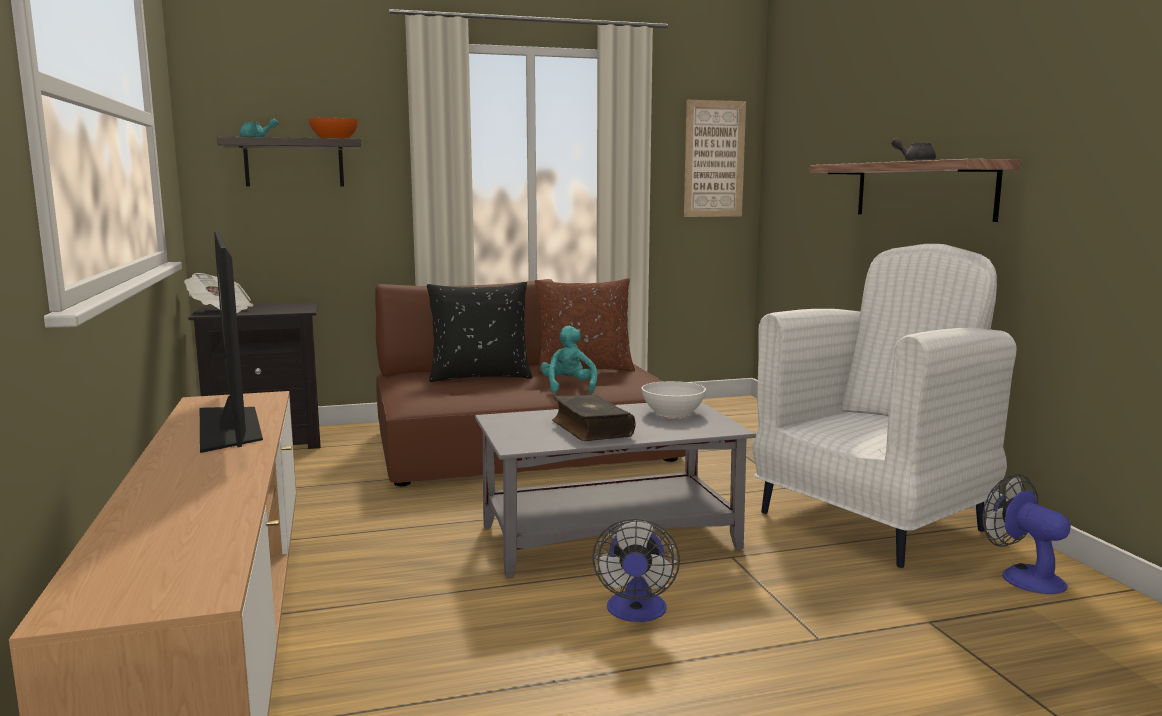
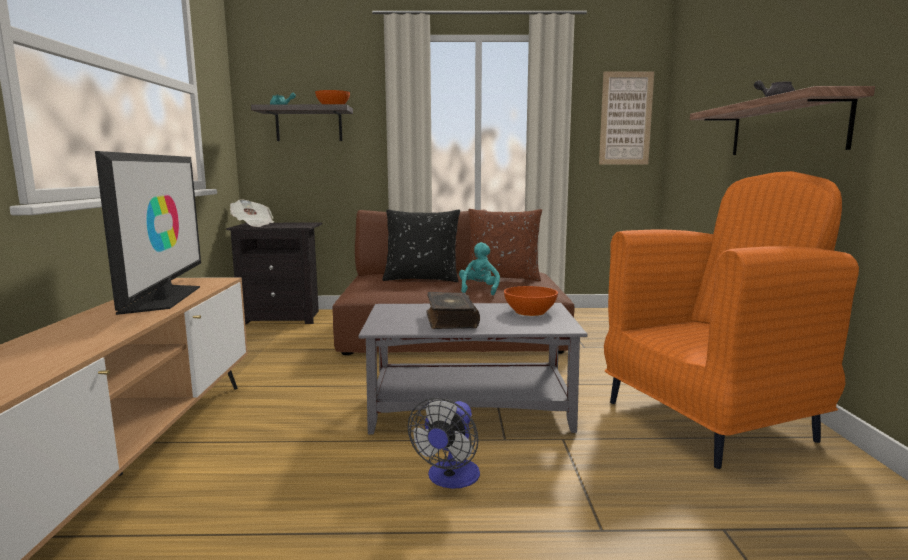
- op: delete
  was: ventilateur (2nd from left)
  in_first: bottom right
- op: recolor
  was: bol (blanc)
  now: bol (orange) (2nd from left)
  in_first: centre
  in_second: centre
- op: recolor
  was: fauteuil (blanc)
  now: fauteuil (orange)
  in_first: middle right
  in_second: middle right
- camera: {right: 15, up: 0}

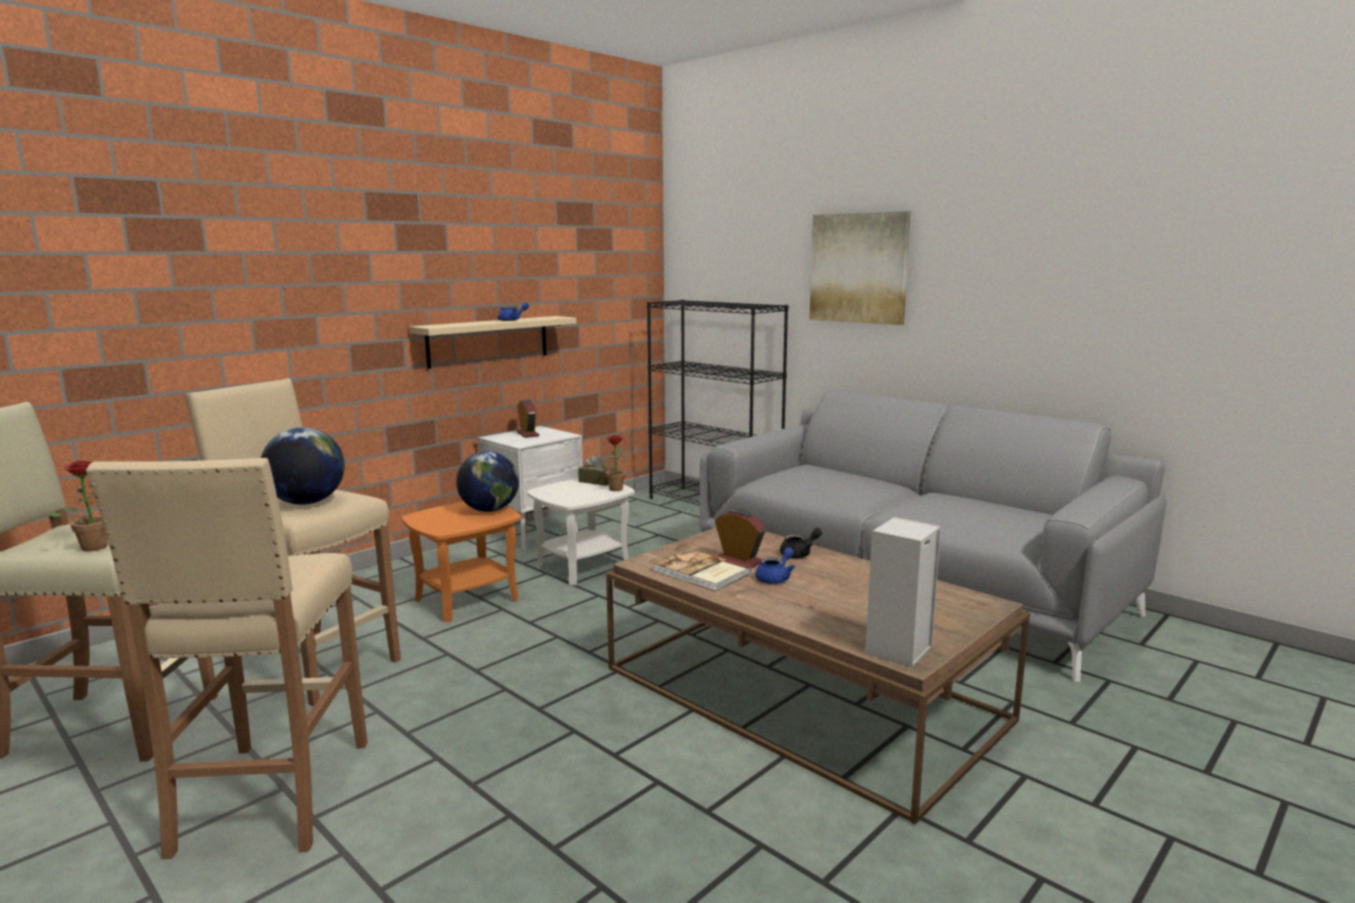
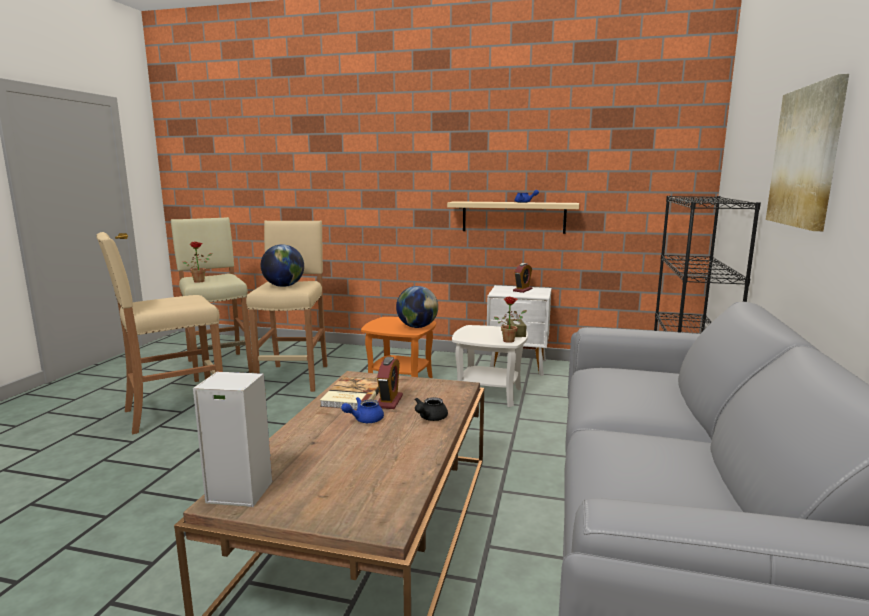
- op: rotate
  was: théière (bleu) (2nd from left in the first image)
  in_first: centre
  in_second: centre
  clockwise: 135
- op: rotate
  was: théière (noir)
  in_first: centre
  in_second: centre
  clockwise: 90
- camera: {right: 60, up: 0}

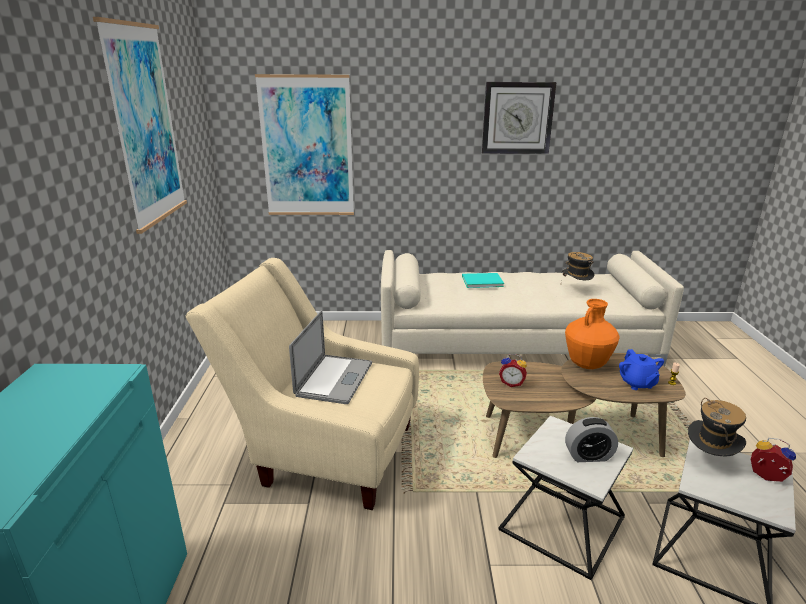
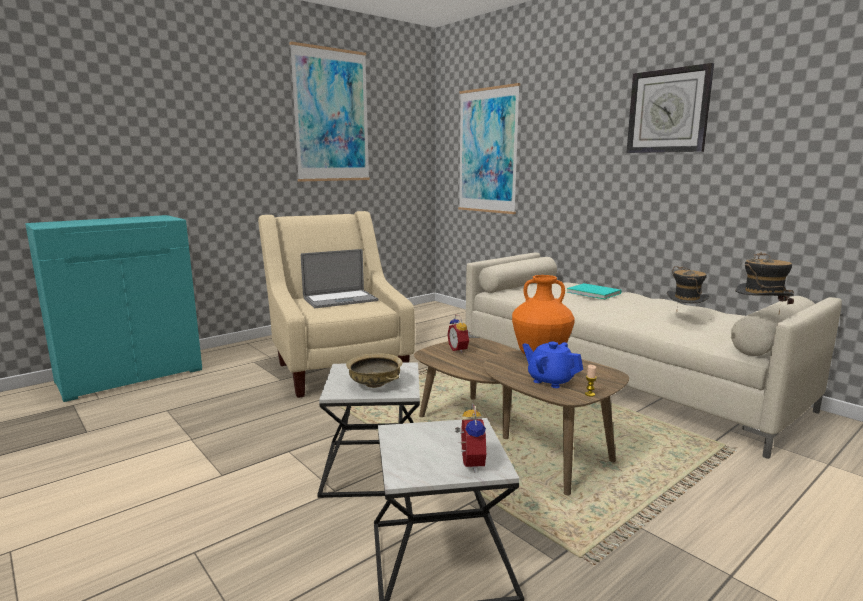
- op: move
  was: chapeau (2nd from left)
  in_first: bottom right
  in_second: middle right
- op: replace
  was: réveil (2nd from left)
  now: bol (beige)
  in_first: bottom right
  in_second: centre
- op: rotate
  was: théière (bleu)
  in_first: middle right
  in_second: centre
  clockwise: 90
- camera: {right: 50, up: -10}

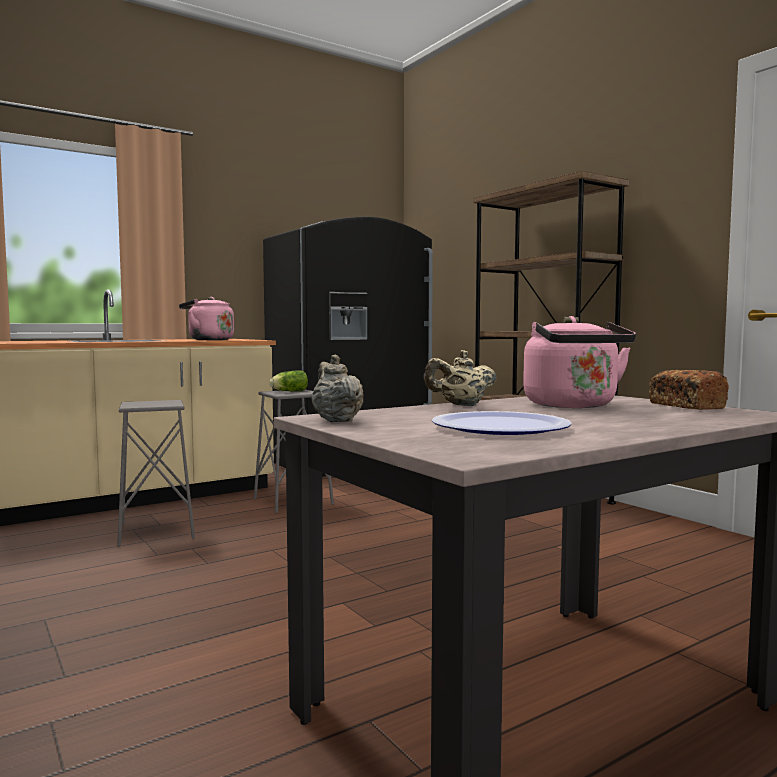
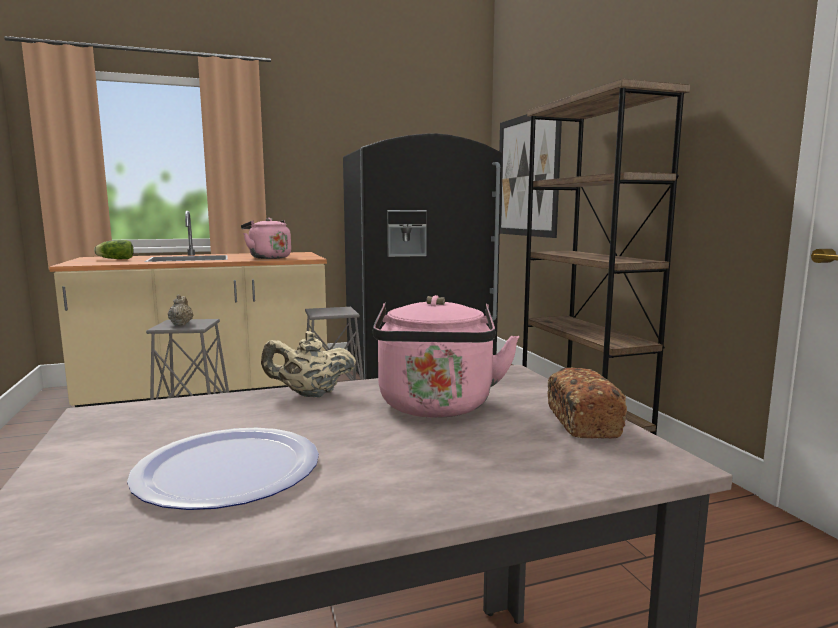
- op: insert
  now: tableau
  in_second: top centre
- op: move
  was: laitue
  in_first: centre
  in_second: middle left
- op: move
  was: théière (beige) (1st from left)
  in_first: centre
  in_second: middle left
- camera: {right: 15, up: 5}

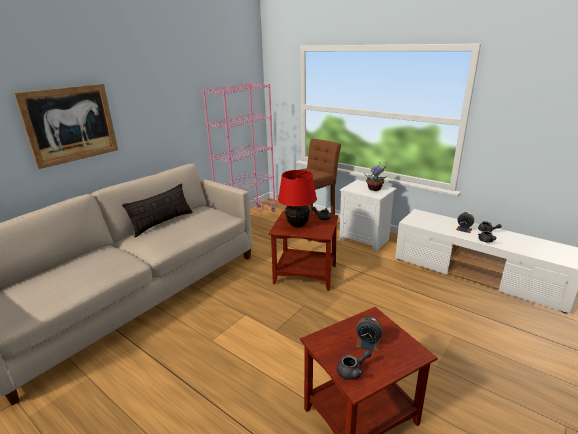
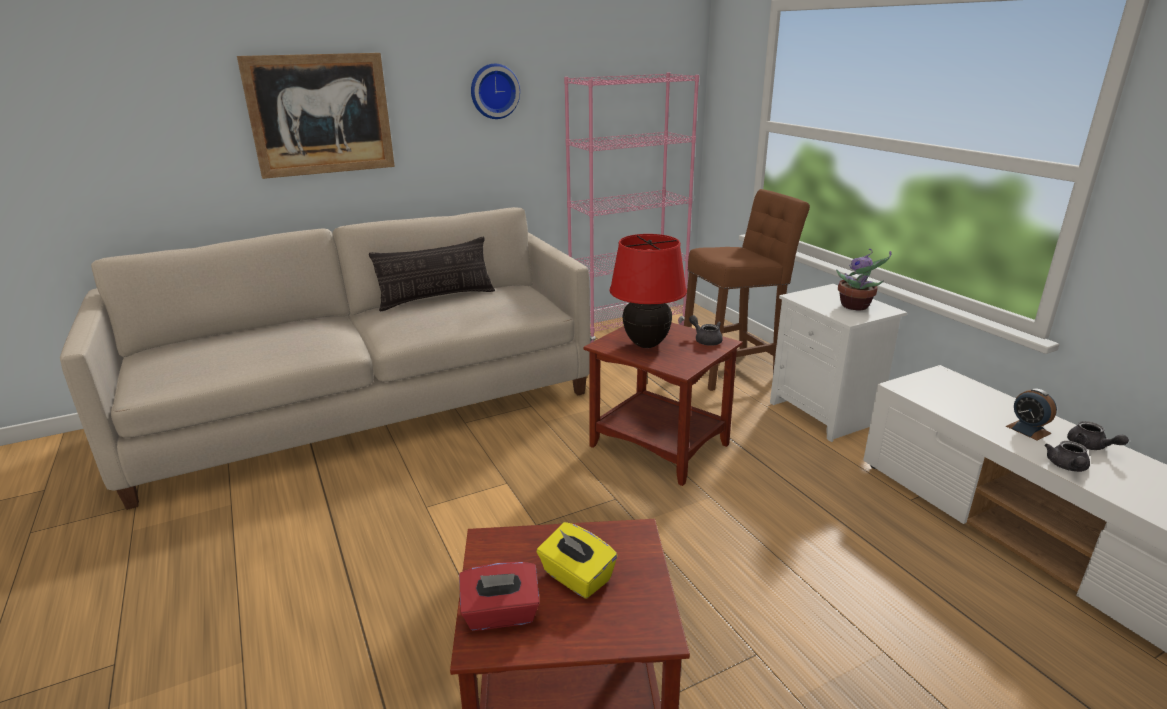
- op: insert
  now: horloge murale
  in_second: top centre
- op: replace
  was: théière (gris) (2nd from left)
  now: boîte à mouchoirs (rouge)
  in_first: bottom centre
  in_second: bottom centre
- op: replace
  was: réveil (1st from left)
  now: boîte à mouchoirs (jaune)
  in_first: bottom centre
  in_second: bottom centre
- camera: {right: 25, up: 0}

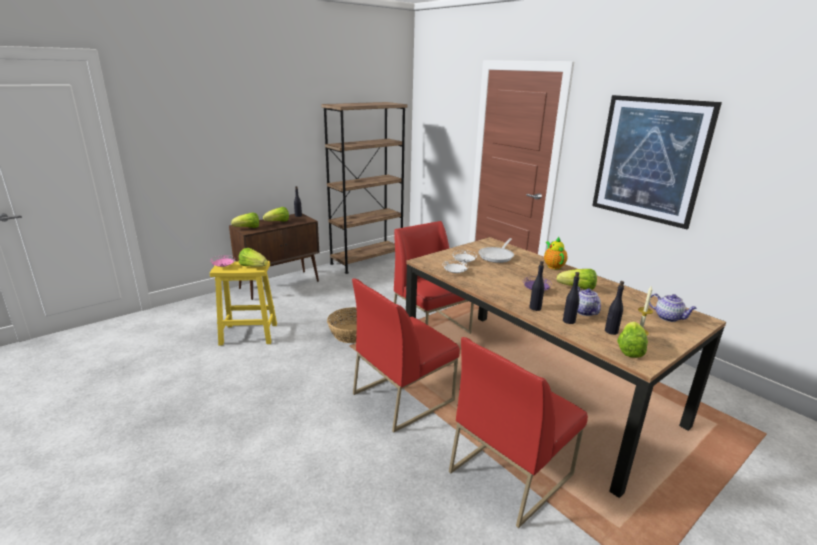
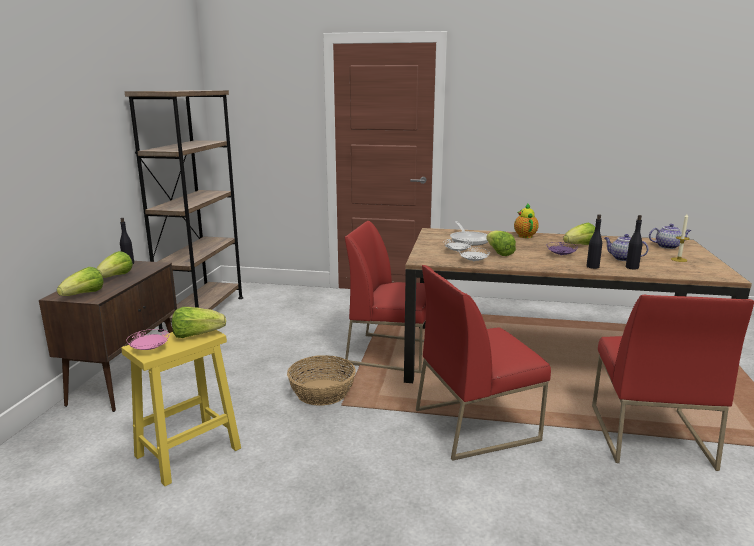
- op: delete
  was: tableau
  in_first: top right
- op: delete
  was: bouteille (noir) (4th from left)
  in_first: middle right
- op: move
  was: laitue (5th from left in the first image)
  now: laitue (4th from left)
  in_first: middle right
  in_second: centre
- op: rotate
  was: chaise (rouge) (1st from left in the first image)
  in_first: centre
  in_second: centre
  clockwise: 60
- op: rotate
  was: théière (1st from left)
  in_first: middle right
  in_second: middle right
  clockwise: 45
- camera: {right: -40, up: -5}

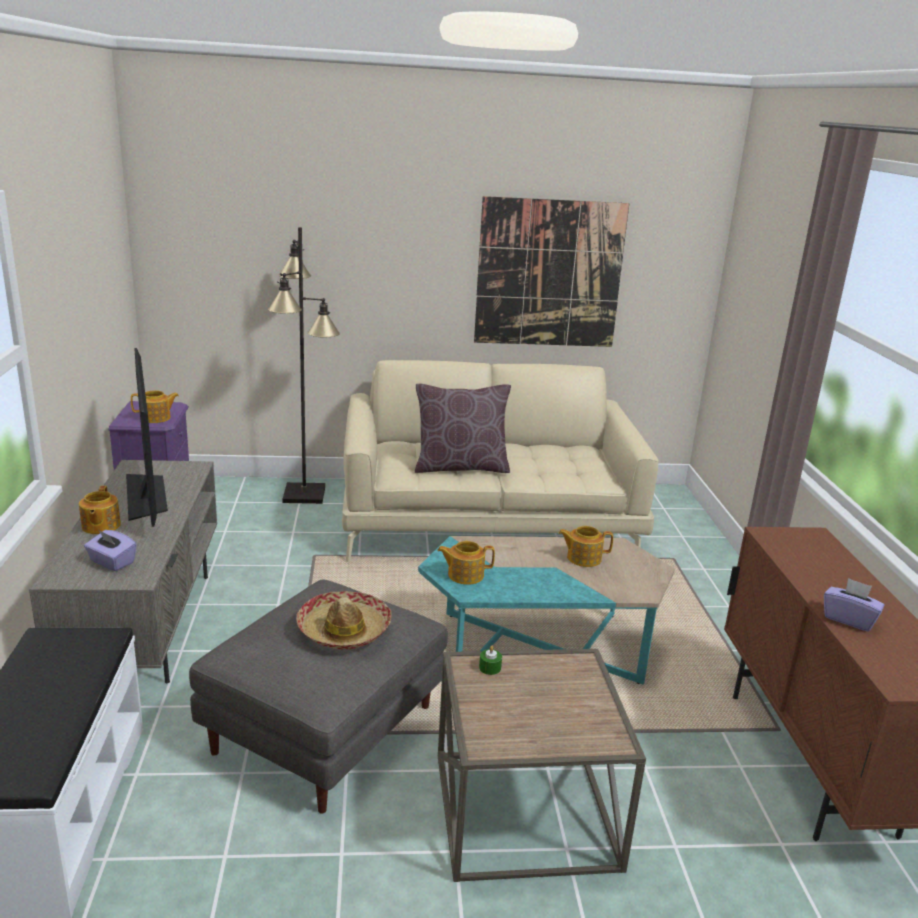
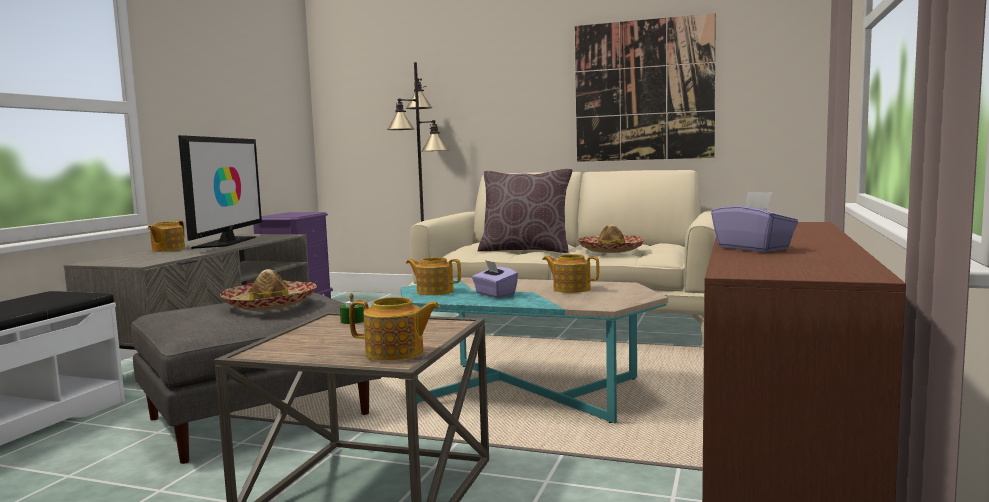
- op: insert
  now: chapeau (2nd from left)
  in_second: centre
- op: move
  was: boîte à mouchoirs (violet) (1st from left)
  in_first: middle left
  in_second: centre
- op: move
  was: théière (2nd from left)
  in_first: middle left
  in_second: centre
- camera: {right: 25, up: -15}

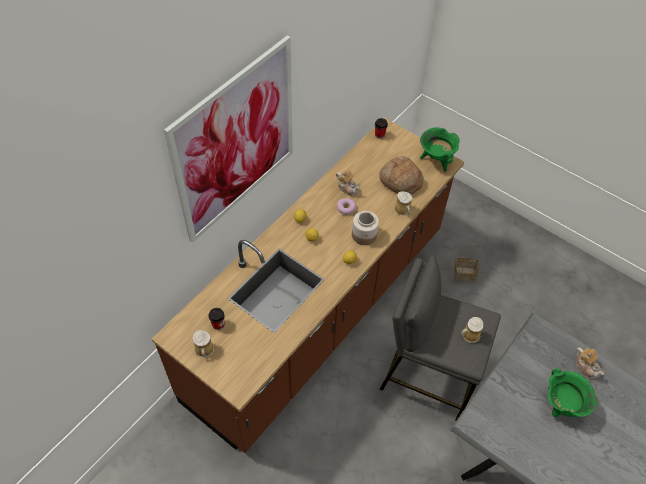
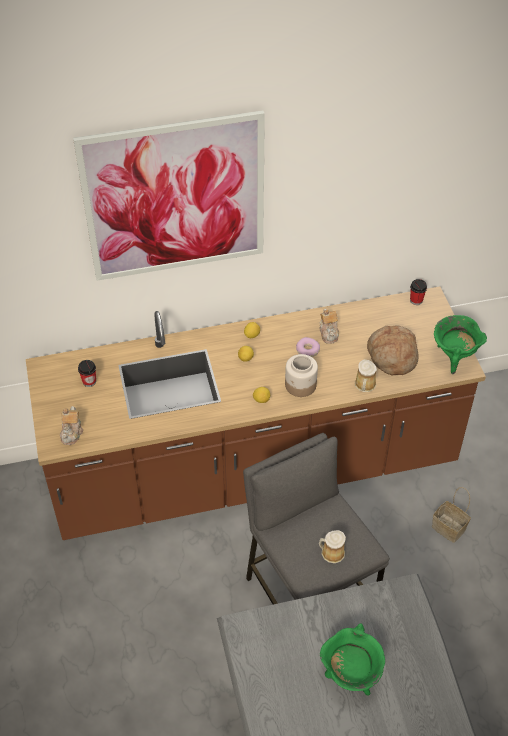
- op: delete
  was: mug (1st from left)
  in_first: bottom left
- op: move
  was: théière (2nd from left in the first image)
  now: théière (1st from left)
  in_first: bottom right
  in_second: middle left
- camera: {right: 40, up: -5}

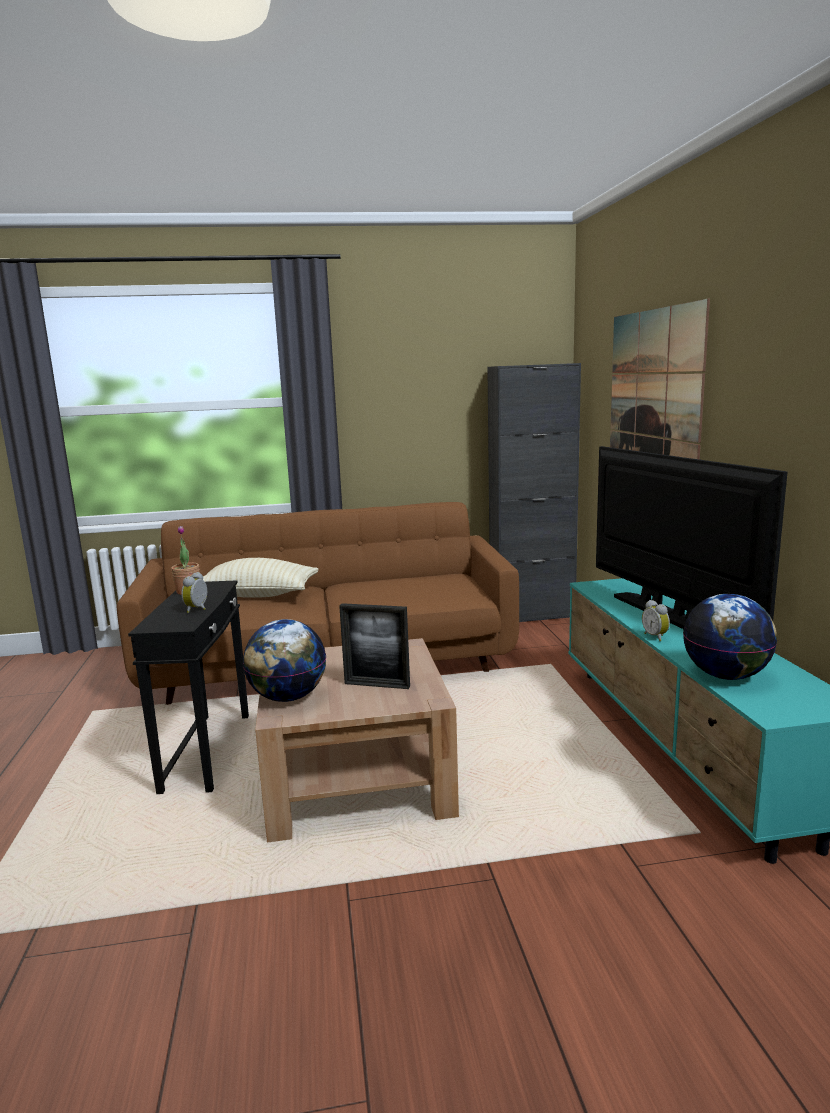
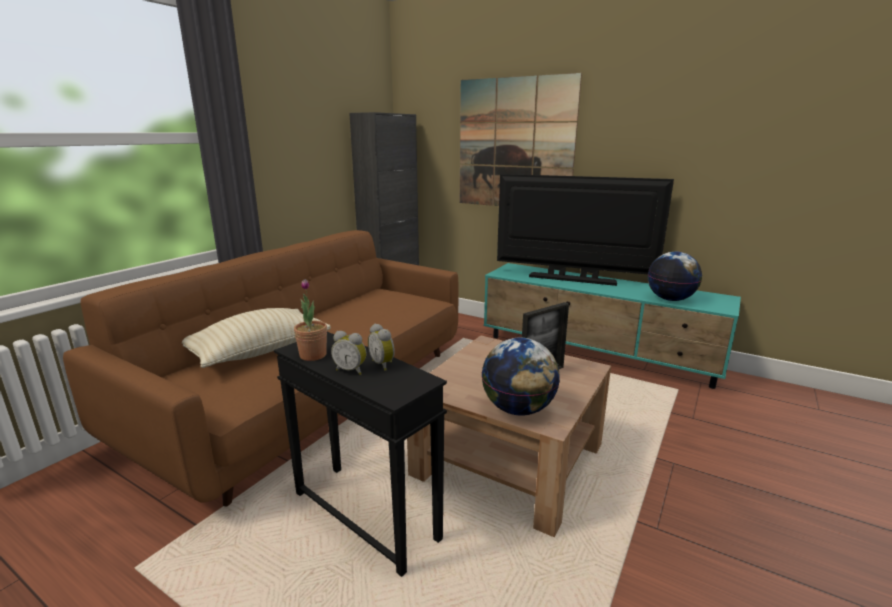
- op: move
  was: réveil (2nd from left in the first image)
  now: réveil (1st from left)
  in_first: middle right
  in_second: centre
- camera: {right: -50, up: 5}

